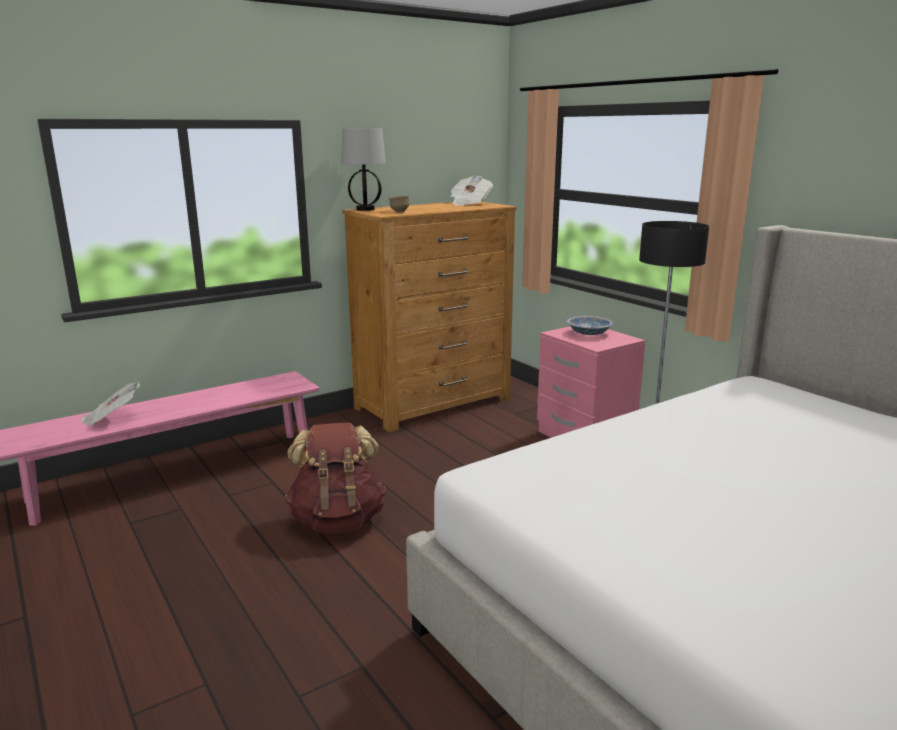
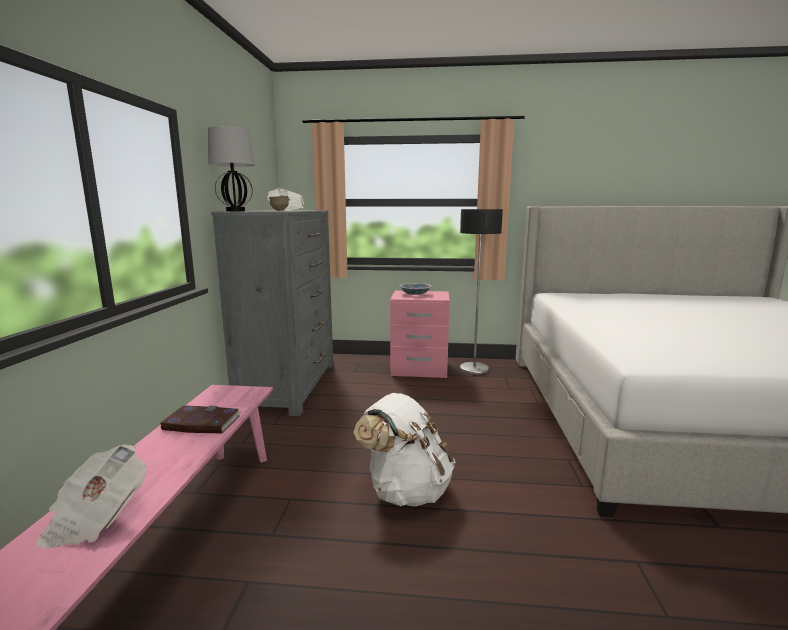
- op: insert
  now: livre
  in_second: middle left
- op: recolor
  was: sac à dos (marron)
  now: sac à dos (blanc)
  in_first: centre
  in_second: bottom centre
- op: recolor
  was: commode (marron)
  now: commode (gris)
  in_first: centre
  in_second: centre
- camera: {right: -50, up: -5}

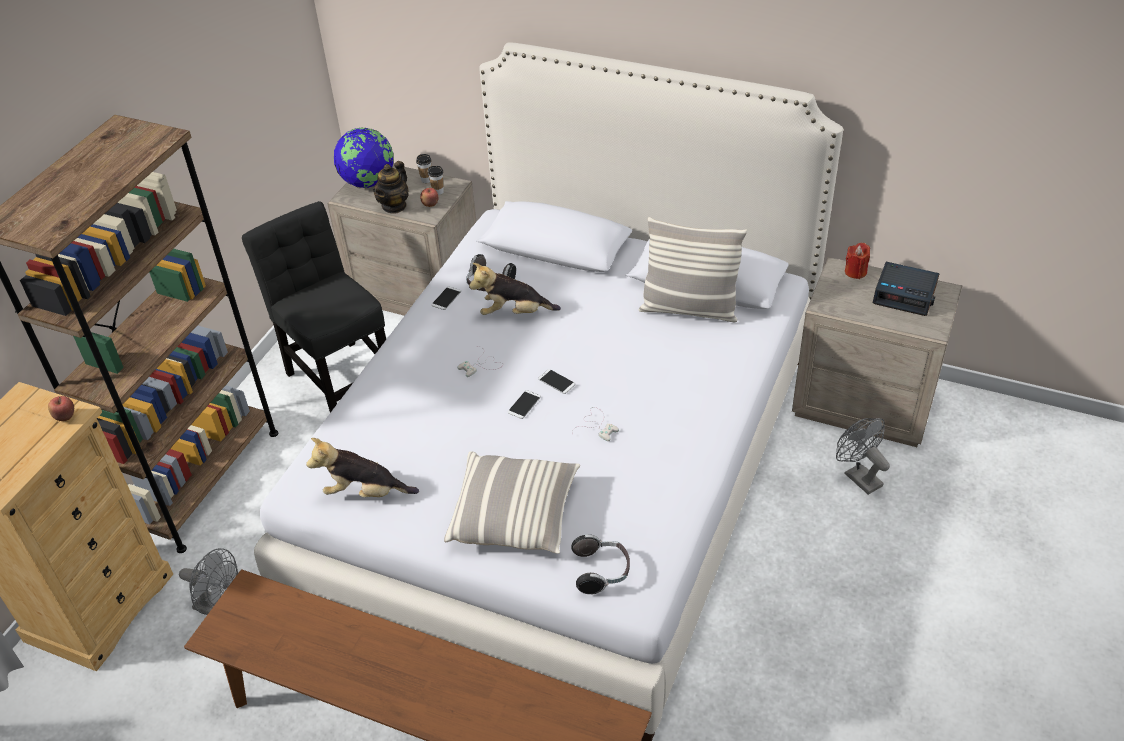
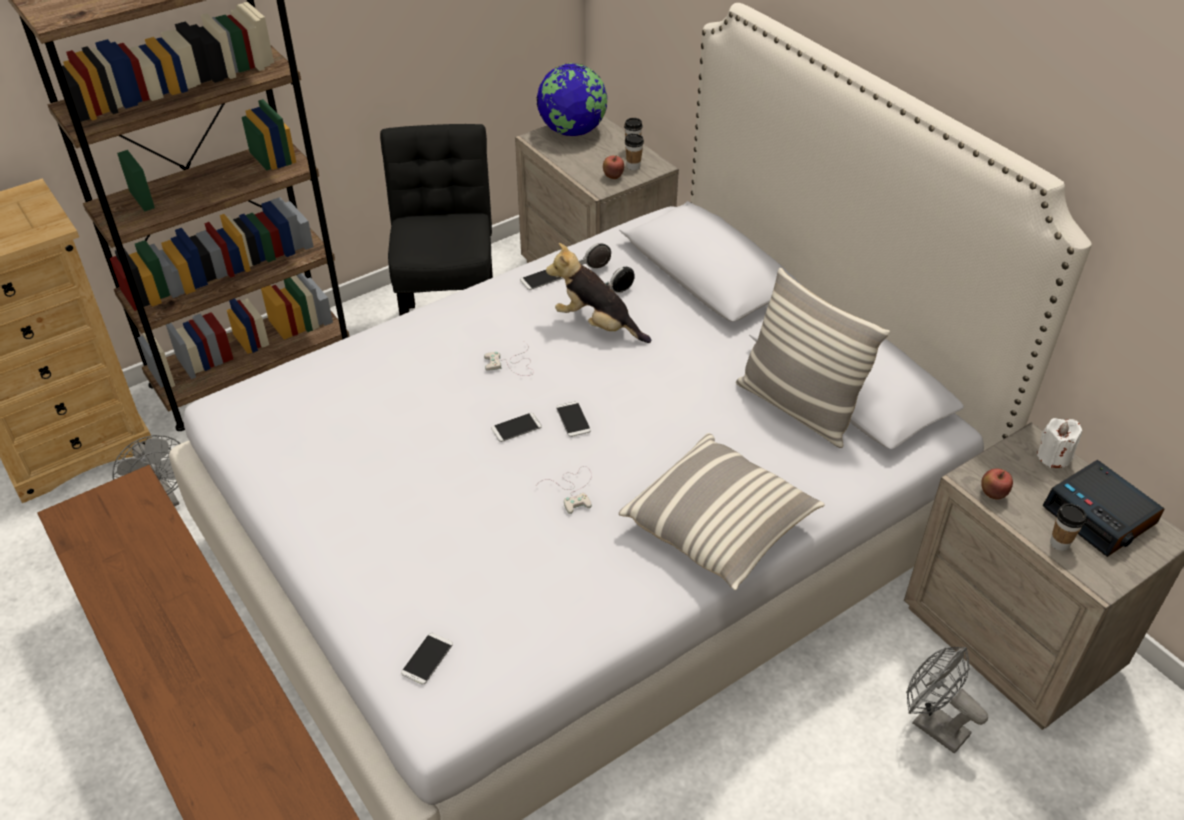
- op: delete
  was: peluche (1st from left)
  in_first: middle left
- op: delete
  was: théière
  in_first: top centre
- op: insert
  now: tasse (3rd from left)
  in_second: middle right
- op: move
  was: pomme (1st from left in the first image)
  now: pomme (2nd from left)
  in_first: middle left
  in_second: middle right
- op: move
  was: coussin (1st from left)
  in_first: bottom centre
  in_second: centre
- op: replace
  was: casque audio (2nd from left)
  now: téléphone (1st from left)
  in_first: bottom centre
  in_second: bottom centre
- op: recolor
  was: bougie (rouge)
  now: bougie (blanc)
  in_first: middle right
  in_second: middle right
- op: rotate
  was: ventilateur (gris) (2nd from left)
  in_first: middle right
  in_second: bottom right
  clockwise: -45
- camera: {right: 30, up: 0}

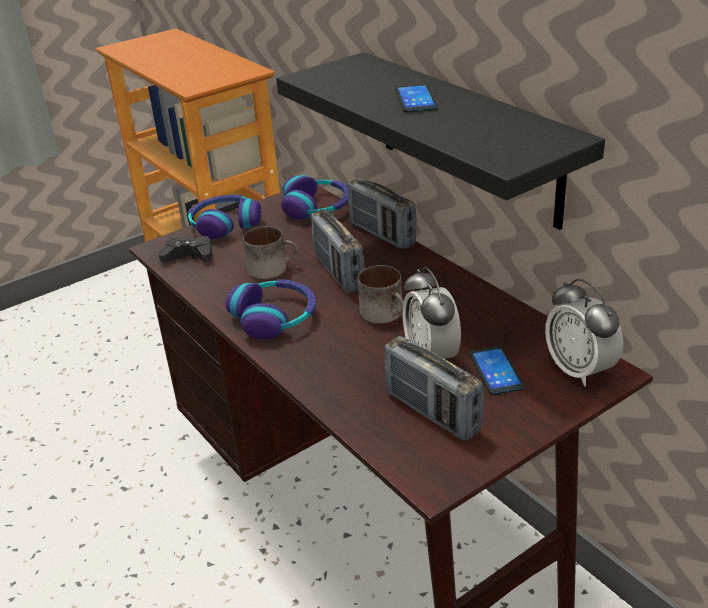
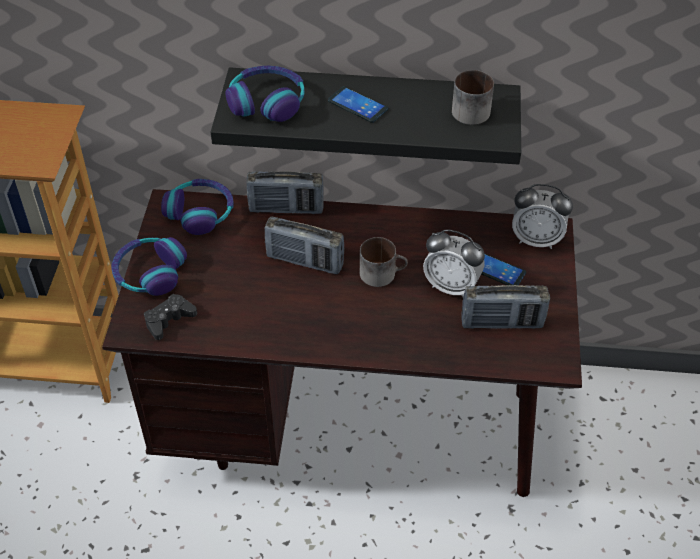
- op: move
  was: casque audio (2nd from left in the first image)
  now: casque audio (3rd from left)
  in_first: centre
  in_second: top centre
- op: move
  was: mug (1st from left in the first image)
  now: mug (2nd from left)
  in_first: centre
  in_second: top right
- camera: {right: -50, up: 15}

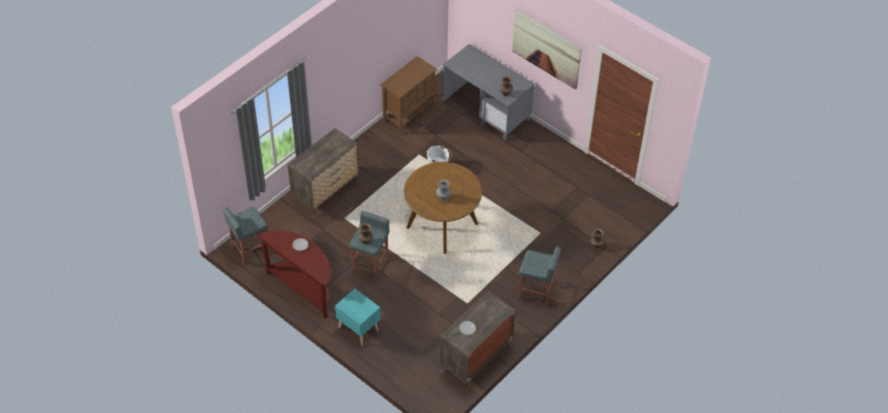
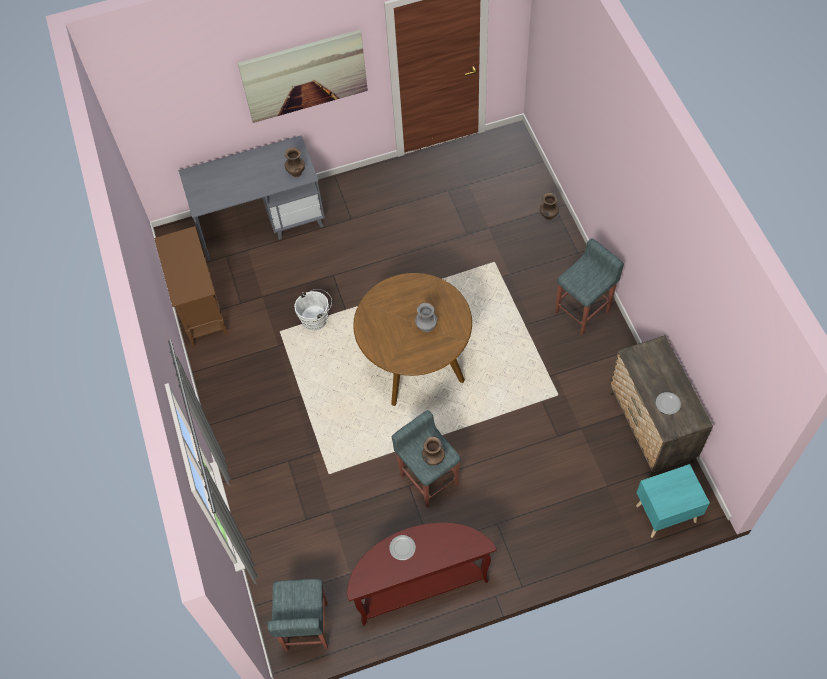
- op: delete
  was: commode (1st from left)
  in_first: centre
- op: move
  was: table de chevet (turquoise)
  in_first: bottom centre
  in_second: bottom right
- camera: {right: -55, up: 10}

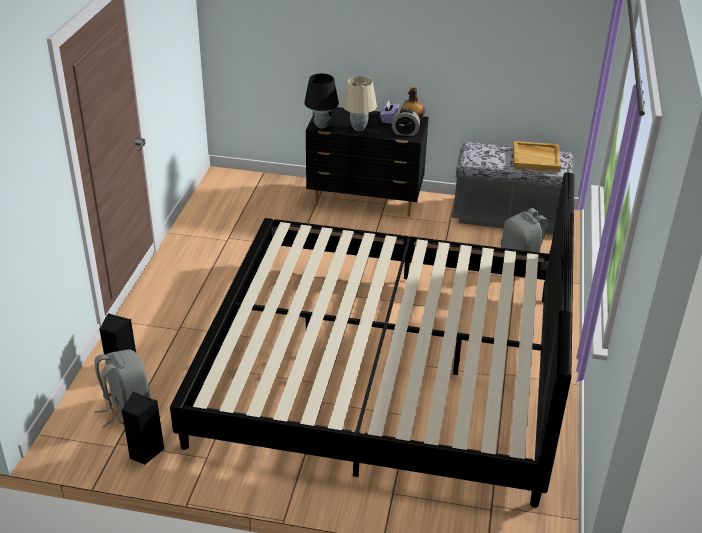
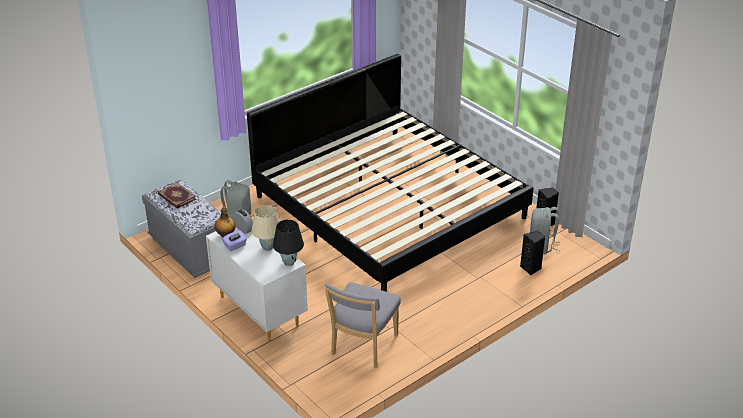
- op: insert
  now: chaise (gris)
  in_second: bottom centre
- op: replace
  was: plateau (beige)
  now: livre
  in_first: top right
  in_second: middle left
- op: recolor
  was: commode (noir)
  now: commode (blanc)
  in_first: top centre
  in_second: bottom centre
- camera: {right: -140, up: 0}

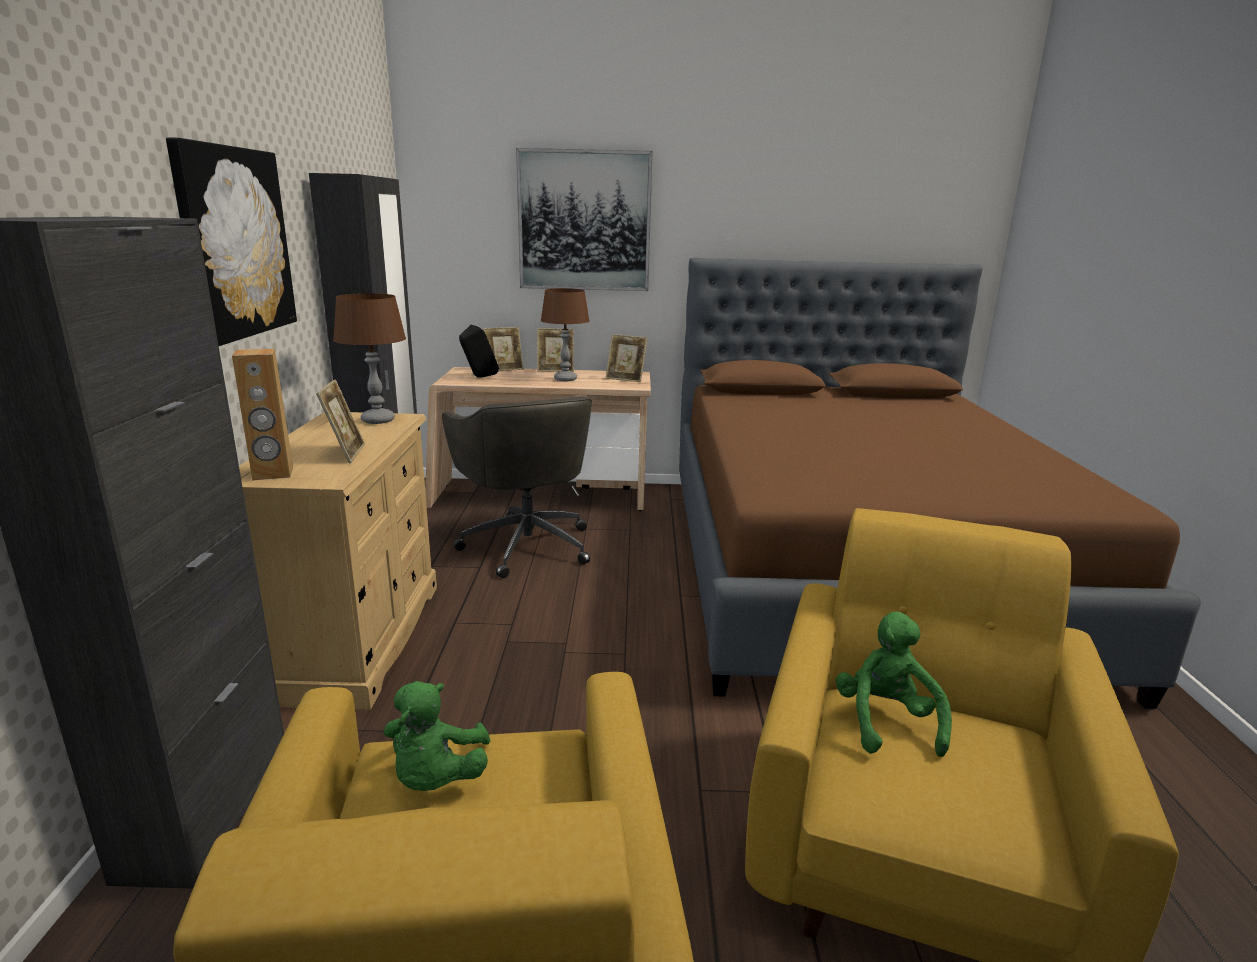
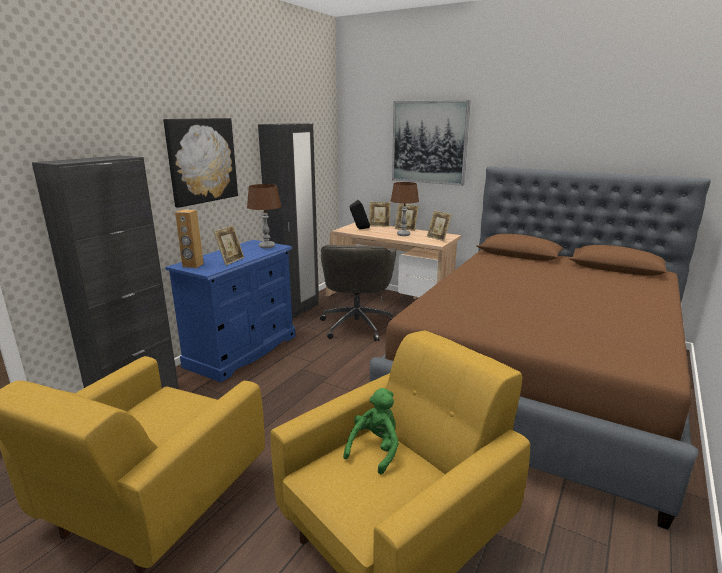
- op: delete
  was: peluche (vert) (1st from left)
  in_first: bottom centre
- op: recolor
  was: commode (beige)
  now: commode (bleu)
  in_first: middle left
  in_second: middle left
- camera: {right: 30, up: 0}

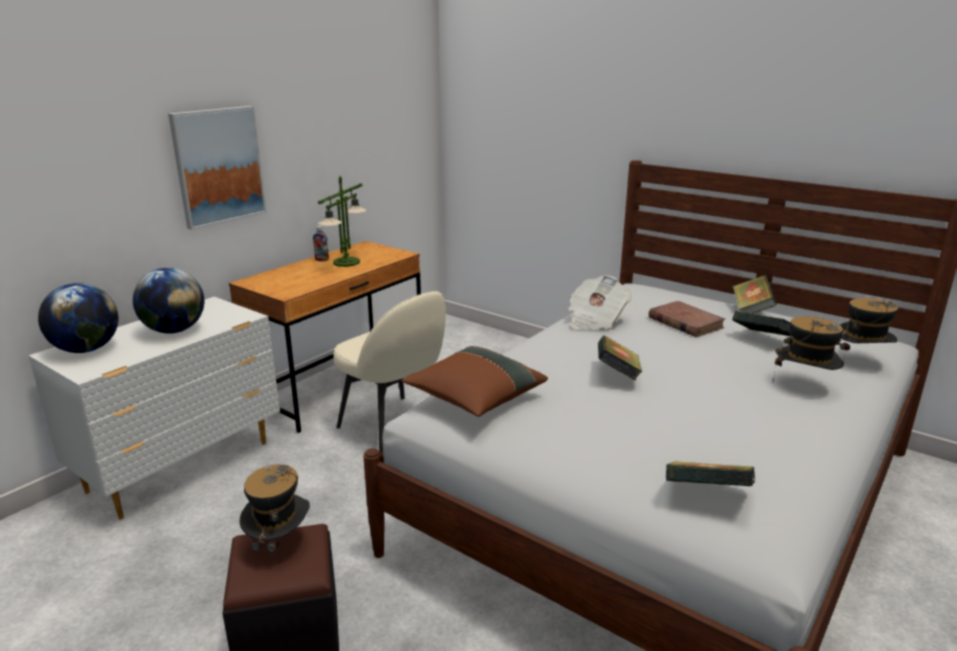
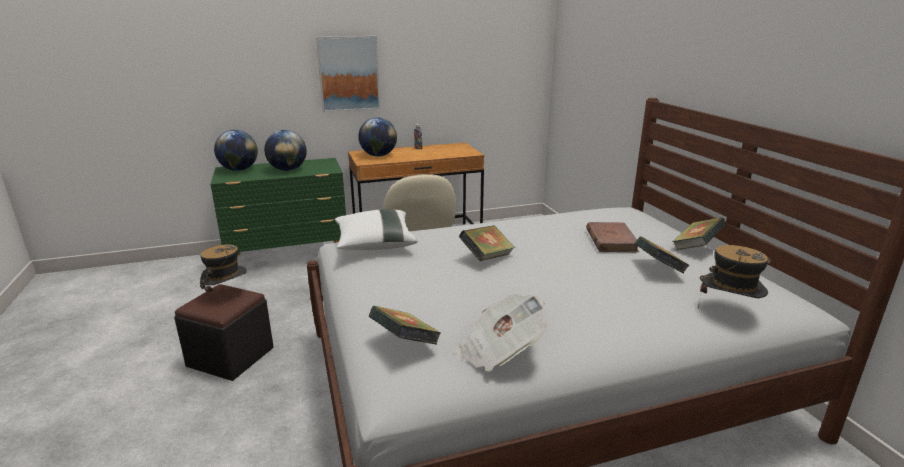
- op: delete
  was: lampe de table
  in_first: centre
- op: delete
  was: chapeau (2nd from left)
  in_first: middle right
- op: insert
  now: globe (3rd from left)
  in_second: top centre
- op: move
  was: journal
  in_first: centre
  in_second: bottom centre
- op: recolor
  was: commode (blanc)
  now: commode (vert)
  in_first: middle left
  in_second: middle left
- op: recolor
  was: coussin (marron)
  now: coussin (blanc)
  in_first: centre
  in_second: centre
- camera: {right: 35, up: 0}

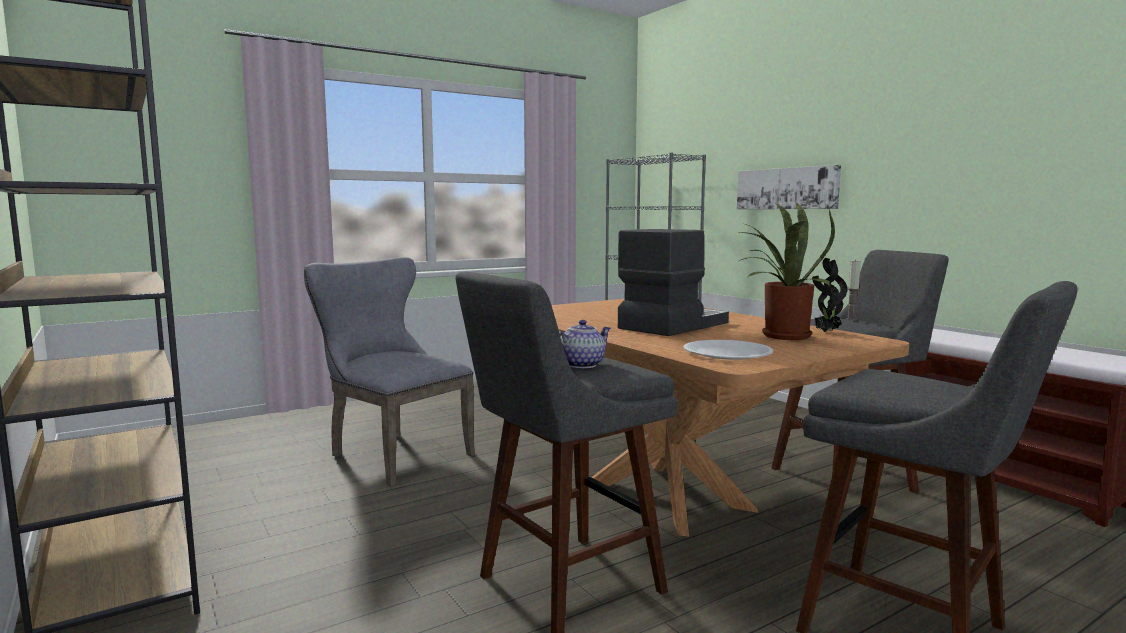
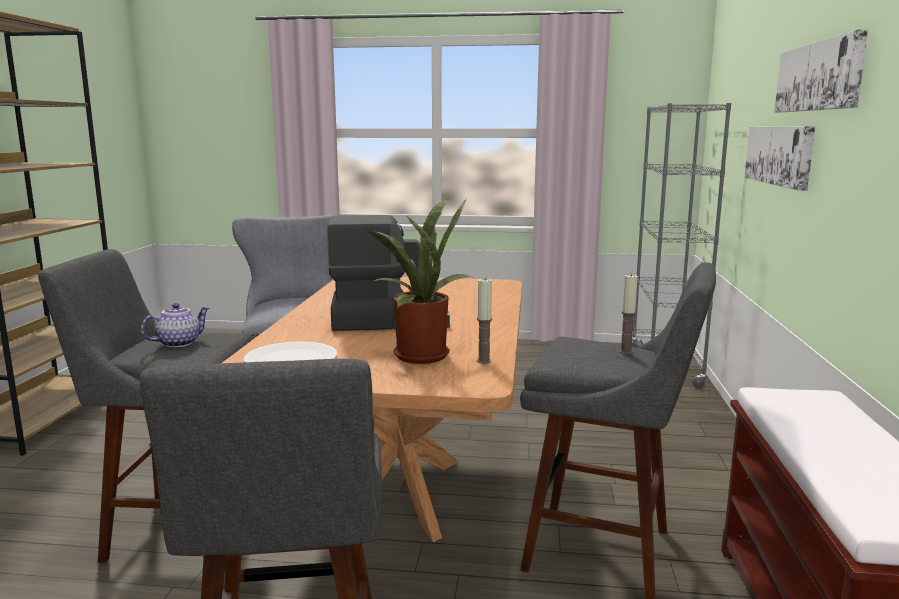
- op: insert
  now: tableau (2nd from left)
  in_second: top right
- op: replace
  was: plante en pot (2nd from left)
  now: bougie (1st from left)
  in_first: middle right
  in_second: centre
- op: rotate
  was: théière
  in_first: centre
  in_second: middle left
  clockwise: -45
- camera: {right: 40, up: 5}

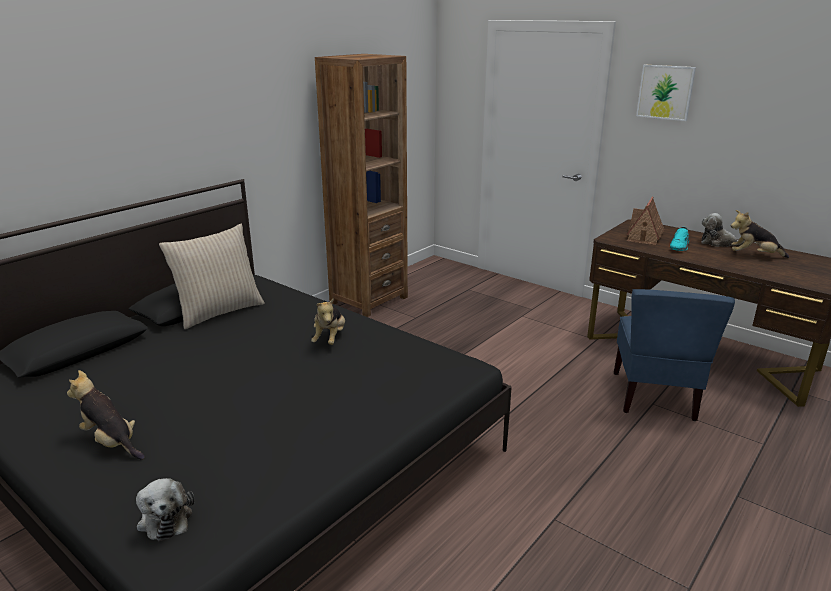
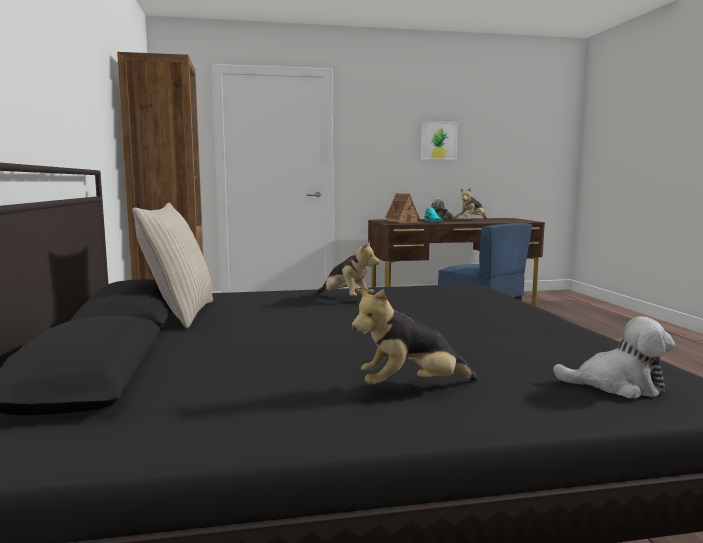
- op: move
  was: tableau
  in_first: top right
  in_second: top centre
- camera: {right: -50, up: -15}

